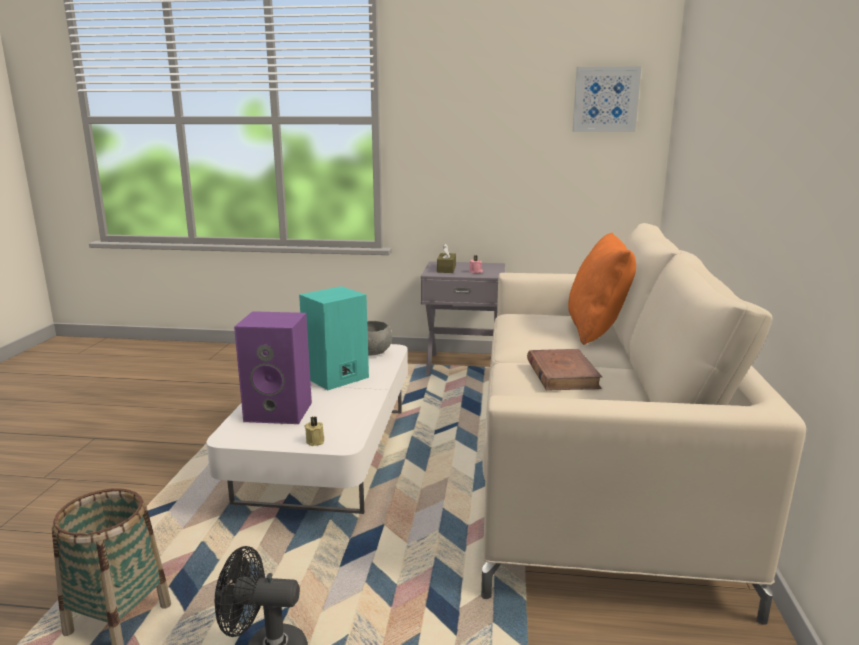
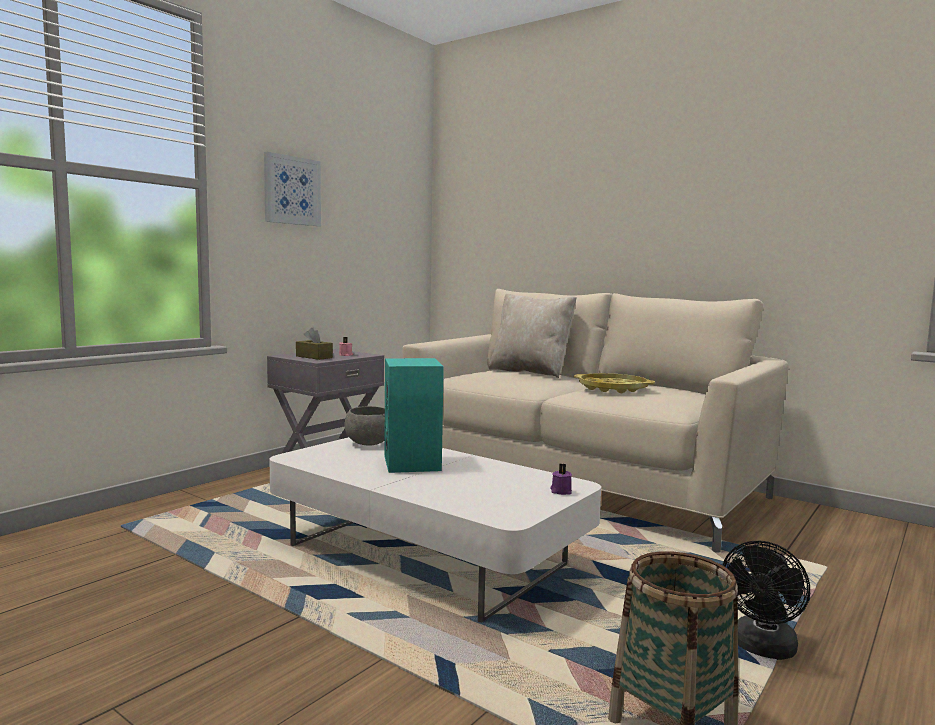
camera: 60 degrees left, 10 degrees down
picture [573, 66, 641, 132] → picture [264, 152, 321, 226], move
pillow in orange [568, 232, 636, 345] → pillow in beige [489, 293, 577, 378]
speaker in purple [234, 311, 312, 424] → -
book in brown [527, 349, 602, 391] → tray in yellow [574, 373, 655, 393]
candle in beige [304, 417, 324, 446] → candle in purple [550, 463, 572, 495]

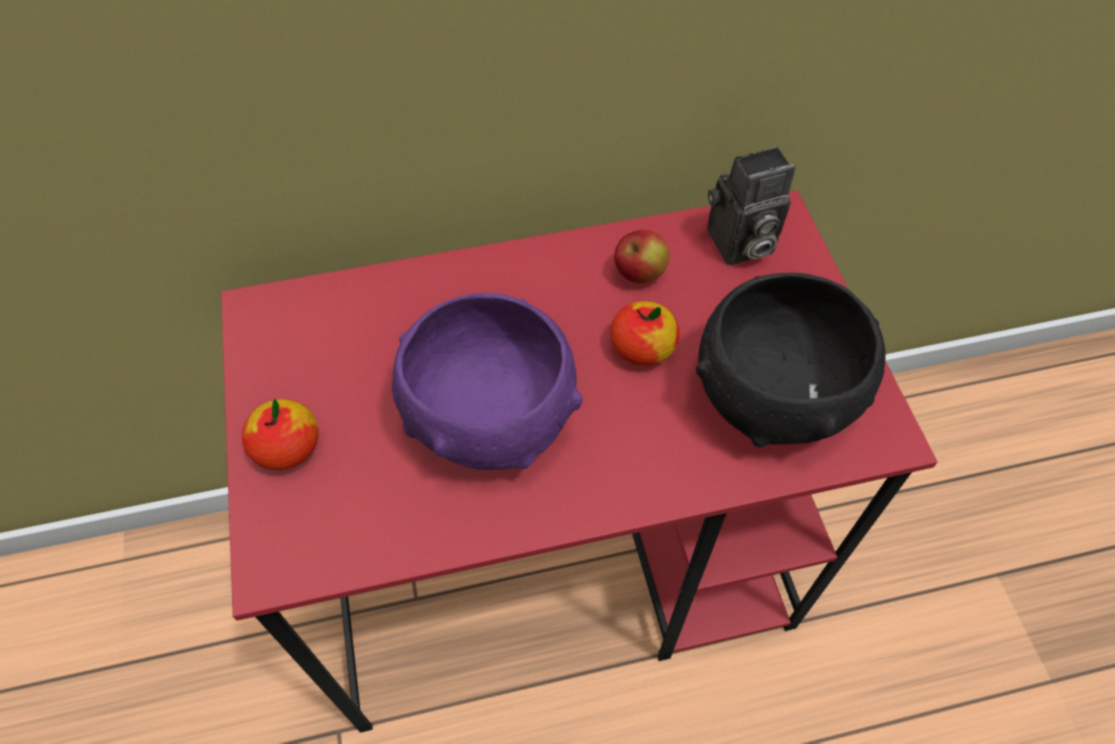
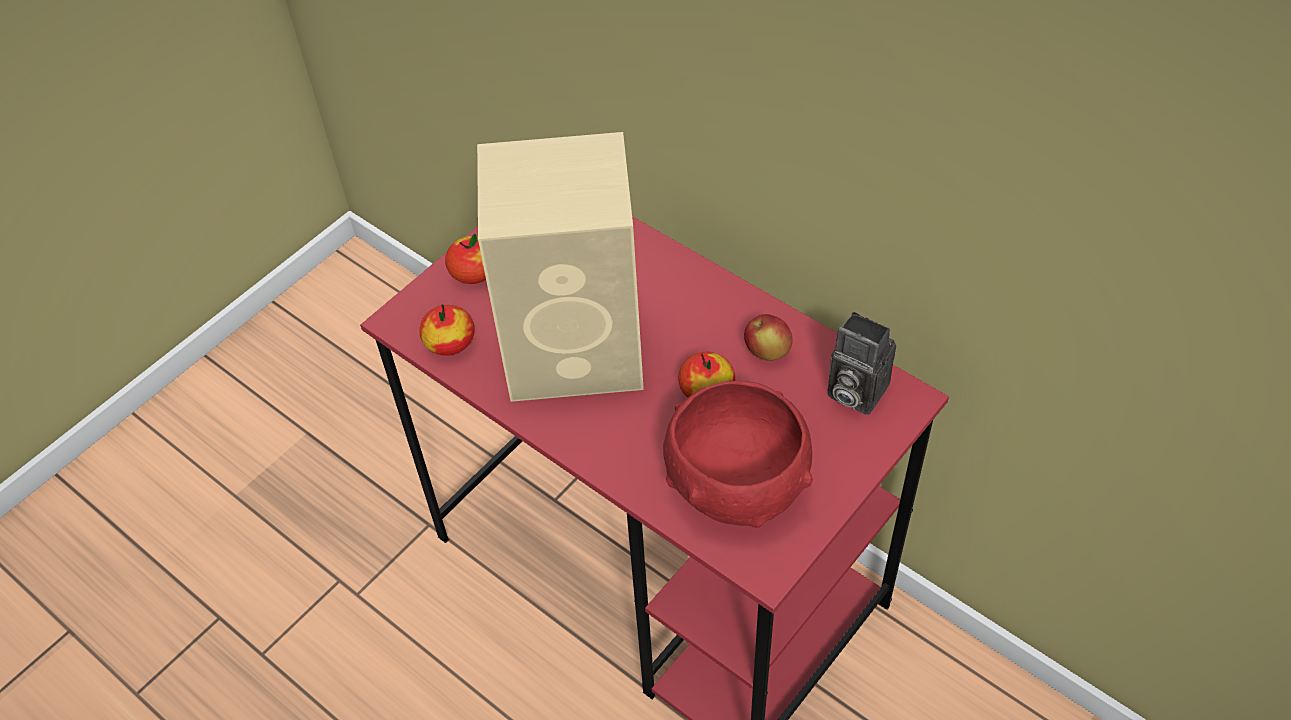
camera: 55 degrees right, 5 degrees down
bowl in black [696, 273, 886, 448] → bowl in red [663, 381, 813, 528]
bowl in purple [391, 293, 583, 470] → speaker in beige [477, 132, 644, 402]
- → apple [419, 304, 475, 356]

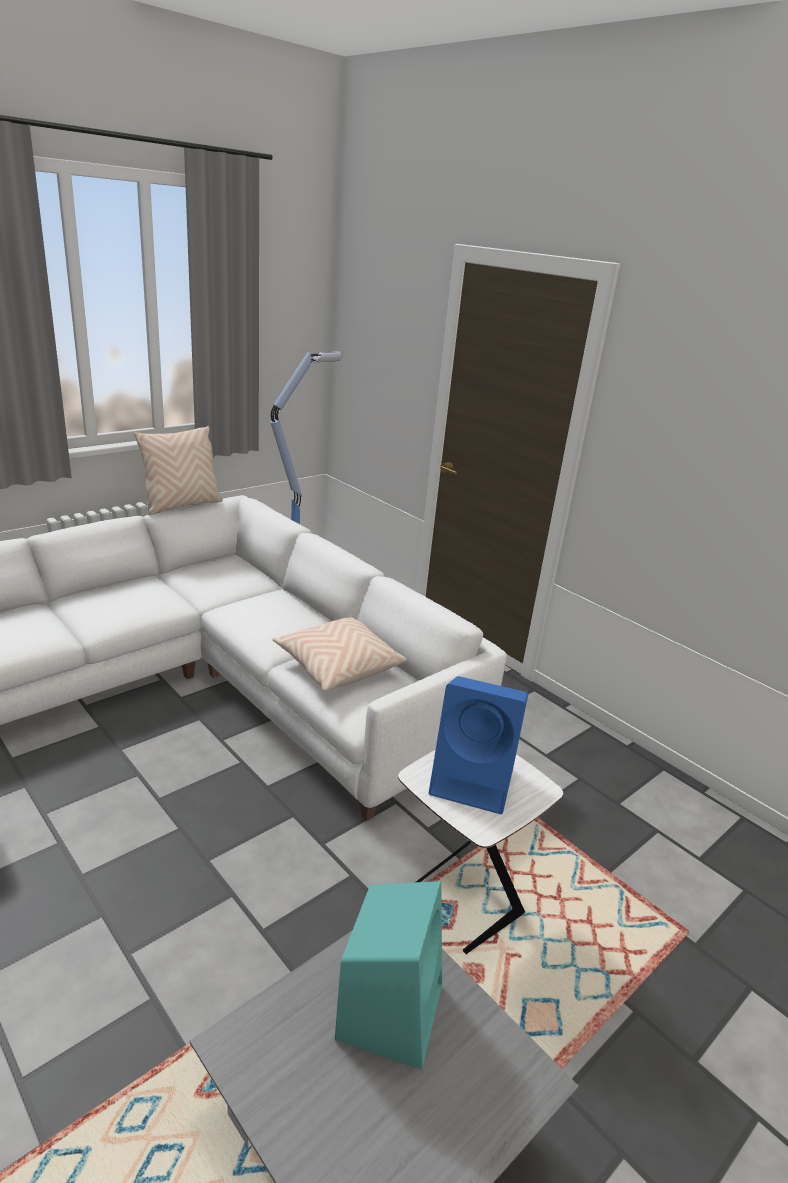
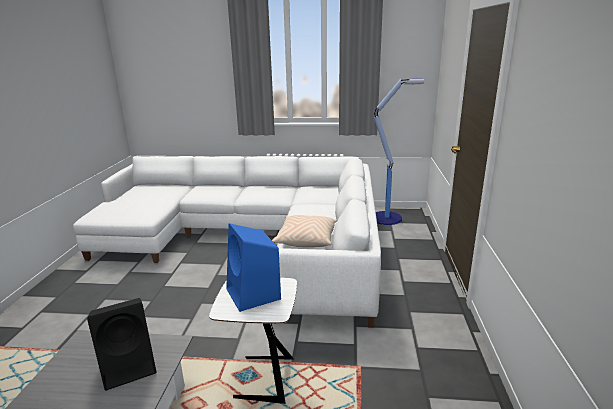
camera: 50 degrees right, 5 degrees down
pillow in beige [134, 426, 223, 515] → -
speaker in turquoise [335, 881, 442, 1069] → speaker in black [87, 298, 157, 391]

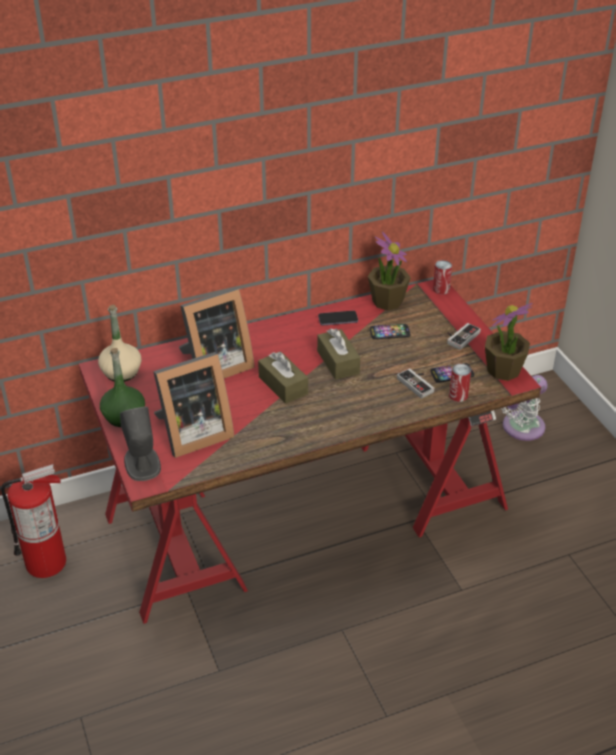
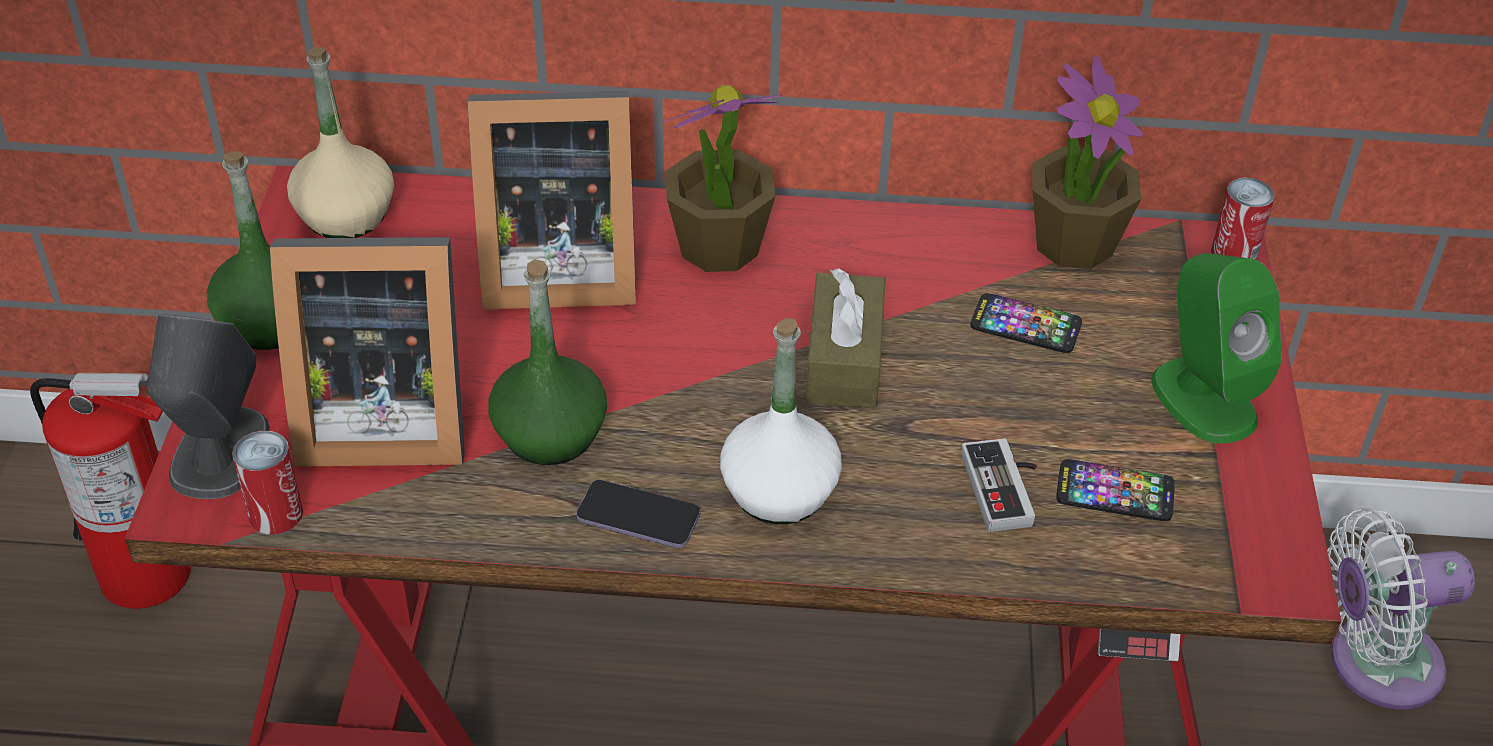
camera: 25 degrees right, 5 degrees up
potted plant [485, 303, 533, 381] → potted plant [662, 85, 782, 272], move
phone [318, 311, 358, 325] → phone [576, 480, 701, 548], move
game controller [447, 323, 481, 350] → speaker in green [1151, 253, 1282, 444]
tissue box in brown [258, 351, 308, 404] → -
can [449, 364, 471, 402] → can [232, 431, 303, 535], move
- → bottle in green [488, 259, 607, 465]
- → bottle in white [720, 318, 842, 524]

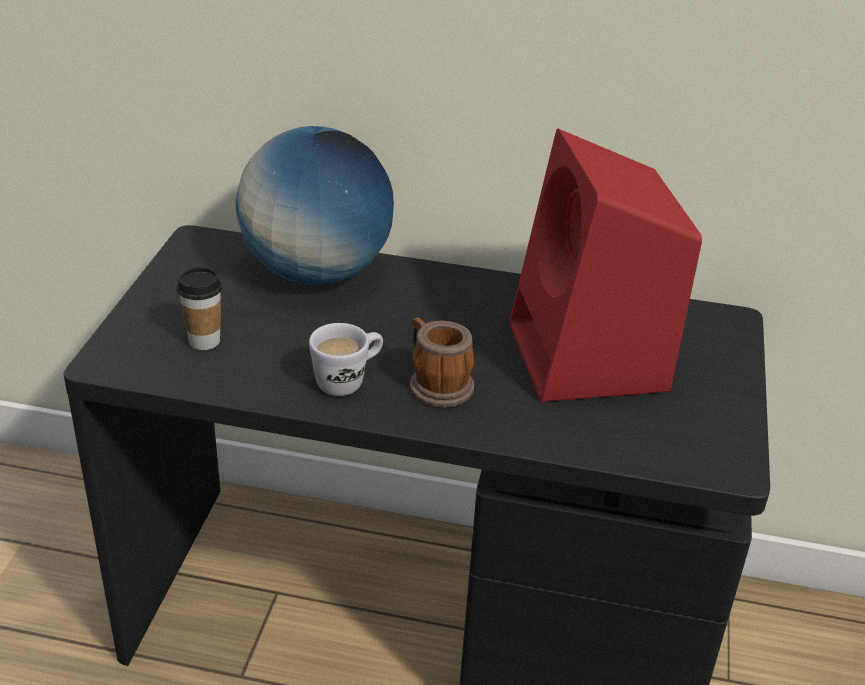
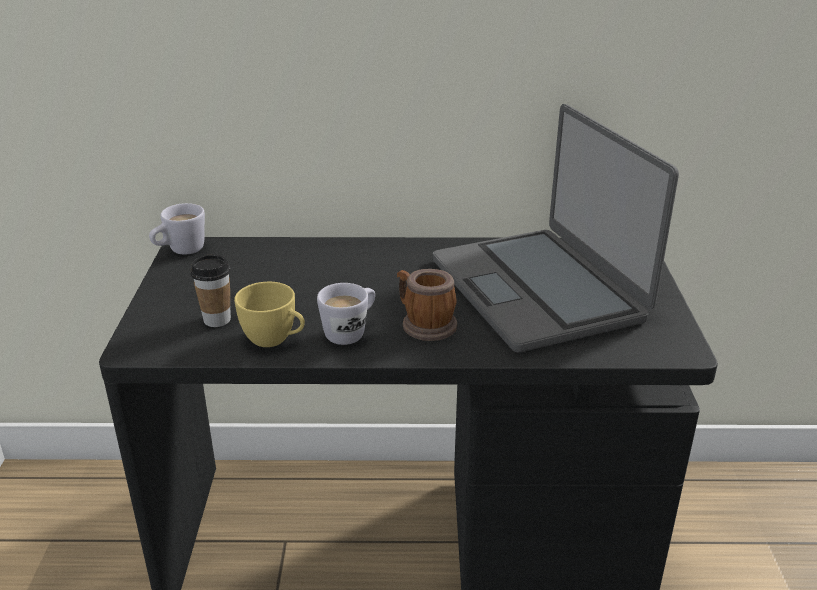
camera: 10 degrees left, 5 degrees down
globe [236, 126, 394, 285] → -
speaker in red [509, 129, 702, 402] → laptop [433, 104, 679, 353]
- → mug in white [149, 203, 205, 255]
- → cup in yellow [234, 282, 305, 347]

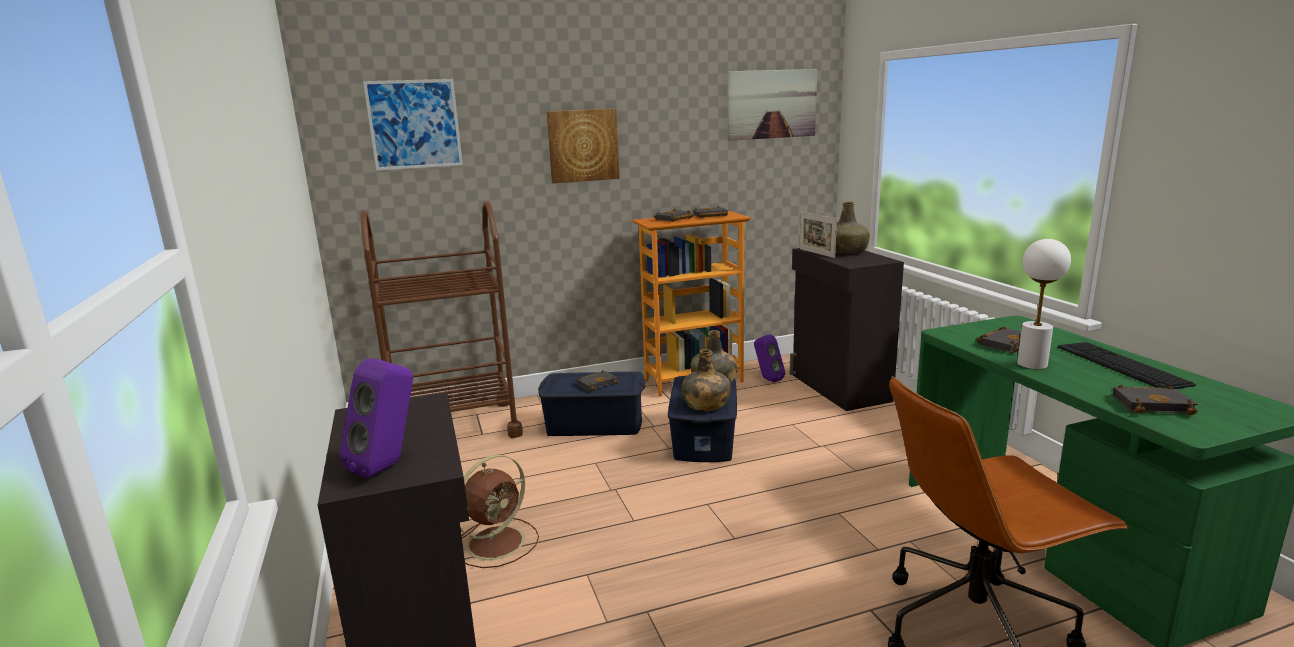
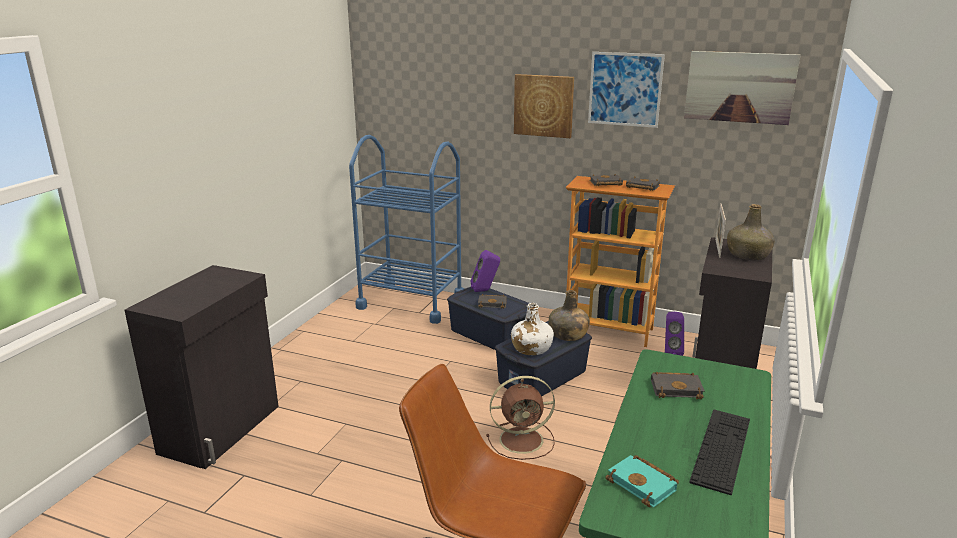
camera: 40 degrees right, 5 degrees up
picture [363, 79, 463, 171] → picture [588, 52, 665, 128], move
cart in brown [360, 201, 523, 438] → cart in blue [349, 135, 464, 324]
table lamp in white [1017, 239, 1071, 369] → -
bottle in green [681, 349, 731, 411] → bottle in white [511, 303, 554, 355]
speaker in purple [340, 359, 413, 479] → speaker in purple [470, 250, 500, 292], move
book in black [1113, 384, 1198, 415] → book in turquoise [605, 455, 679, 507]
fan in brown [460, 455, 539, 568] → fan in brown [486, 376, 555, 460], move

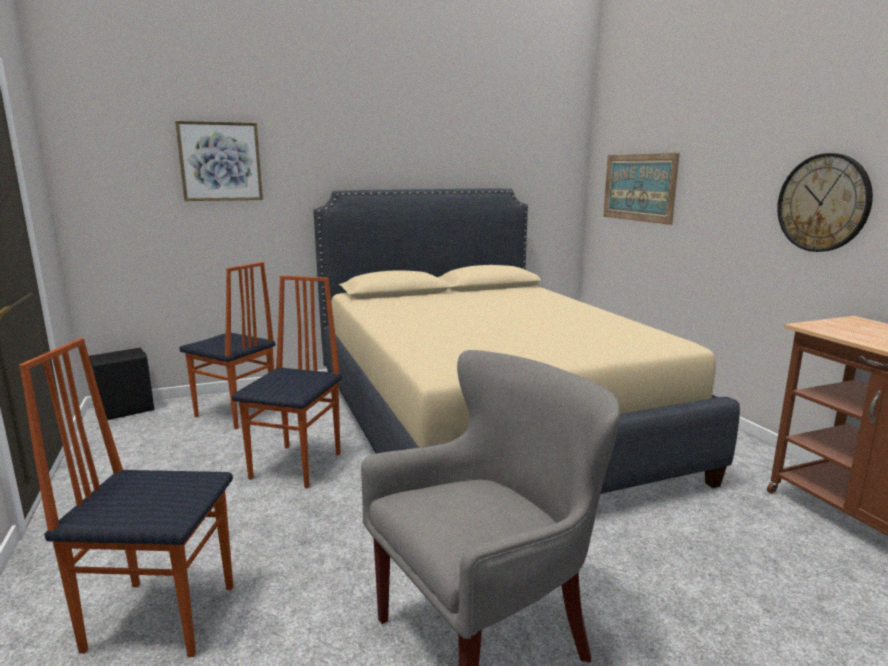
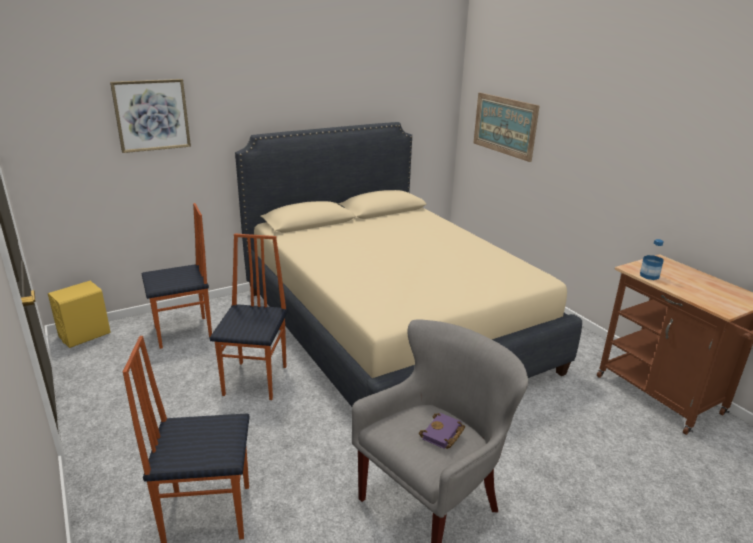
camera: 10 degrees left, 10 degrees up
wall clock [777, 153, 873, 252] → -
chair [179, 262, 275, 429] → chair [142, 203, 212, 349], 45 degrees counterclockwise
speaker in black [89, 348, 154, 420] → speaker in yellow [48, 281, 111, 348]
- → bottle [640, 239, 664, 280]
- → book in purple [419, 413, 465, 449]

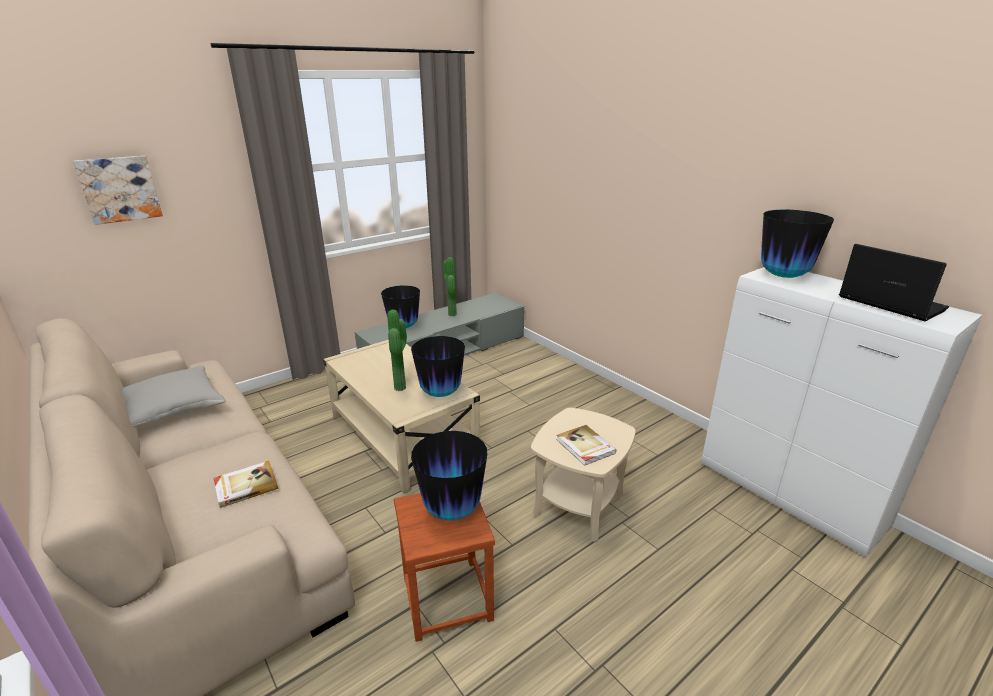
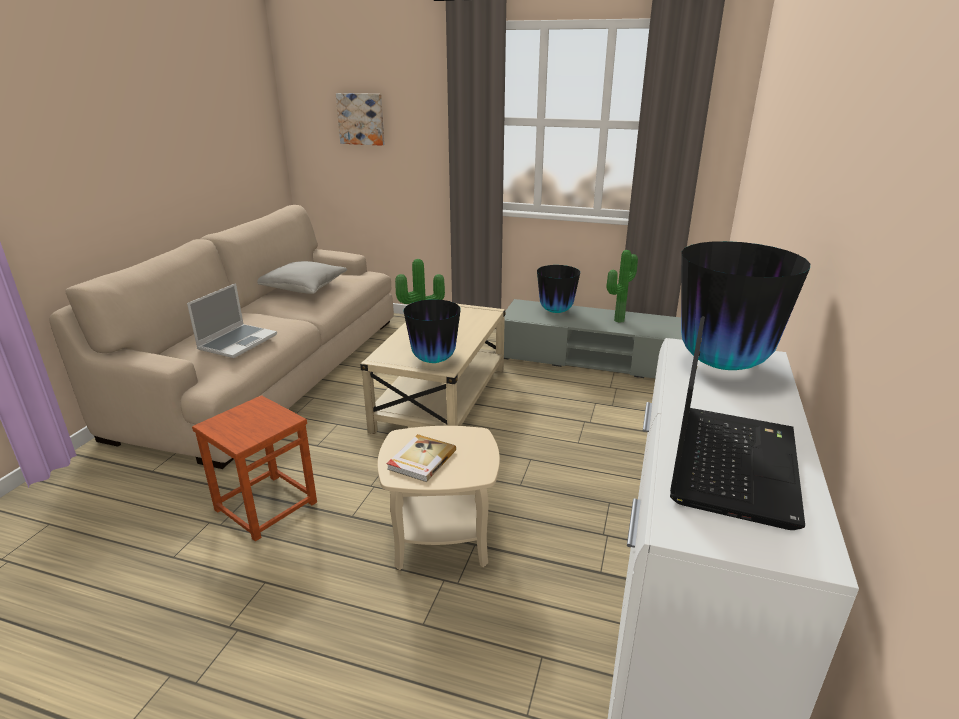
camera: 55 degrees right, 0 degrees up
vase [411, 431, 487, 521] → -
book [214, 461, 278, 508] → laptop [187, 283, 277, 358]

